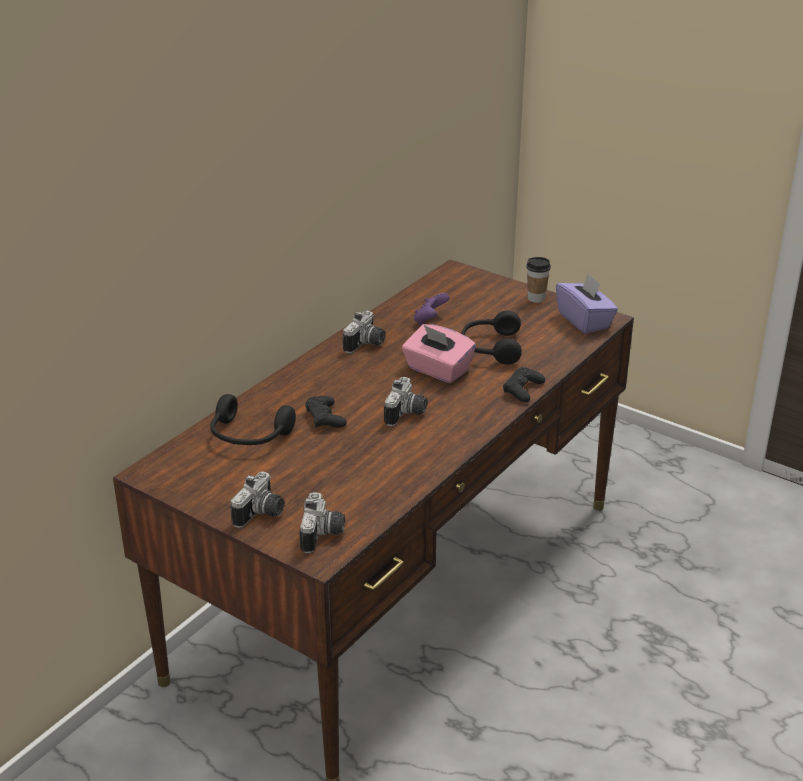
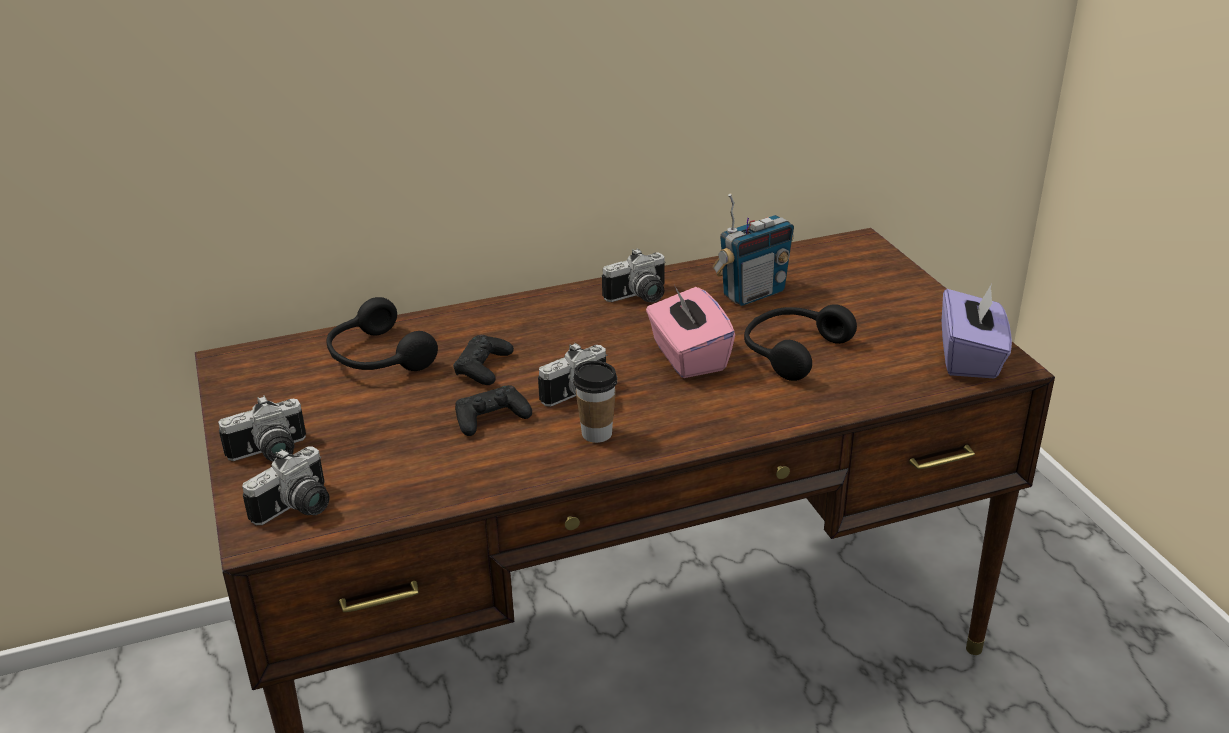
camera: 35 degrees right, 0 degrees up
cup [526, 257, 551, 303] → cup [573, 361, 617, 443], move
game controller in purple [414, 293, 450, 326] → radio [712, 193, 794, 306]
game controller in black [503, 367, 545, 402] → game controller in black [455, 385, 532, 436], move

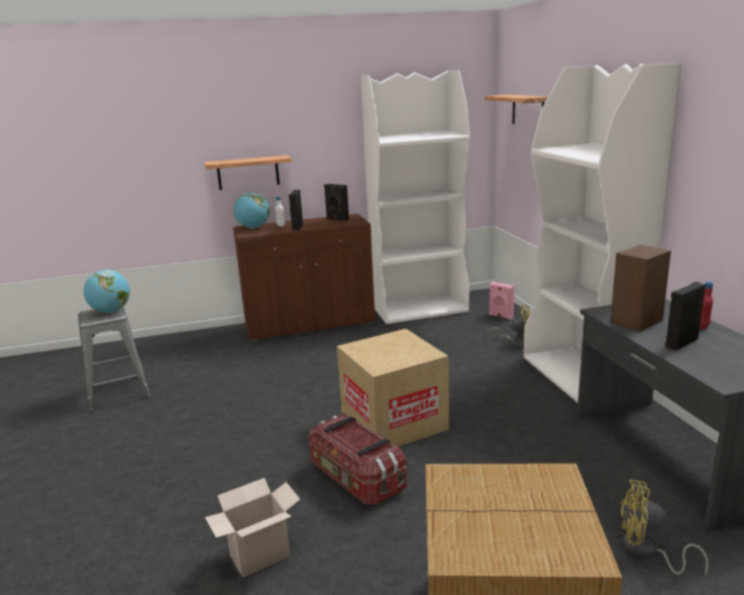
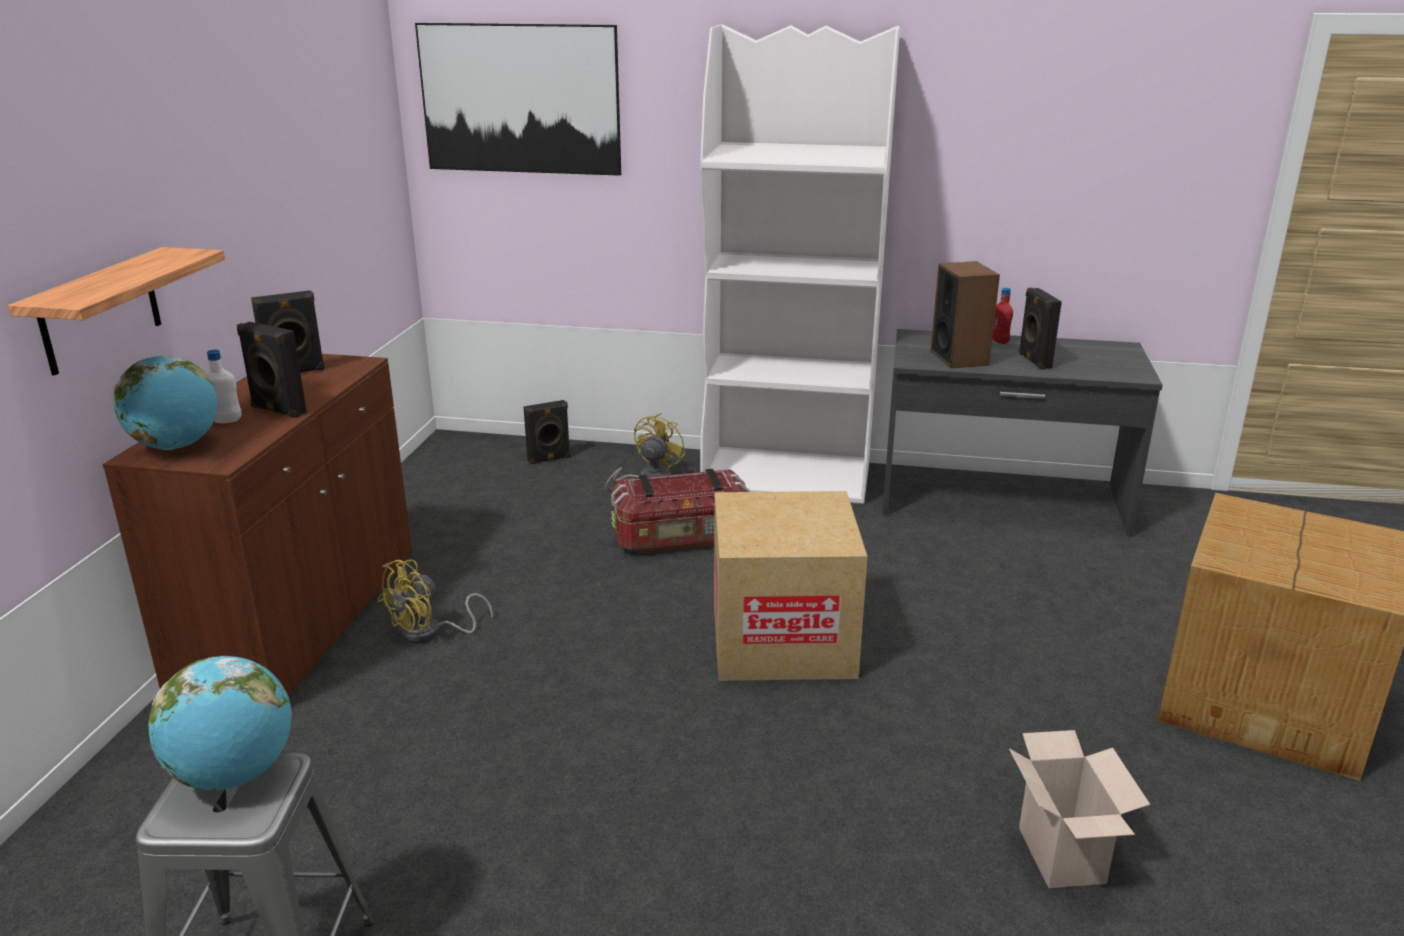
camera: 65 degrees left, 5 degrees up
bookcase in white [361, 70, 470, 324] → -
shelf [485, 94, 548, 124] → picture [415, 23, 621, 176]
speaker in pink [489, 282, 514, 320] → speaker in black [523, 400, 570, 464]
storage box [308, 413, 407, 505] → storage box [611, 469, 750, 554], move
fan in yellow [620, 480, 709, 575] → fan in yellow [377, 559, 493, 643], move

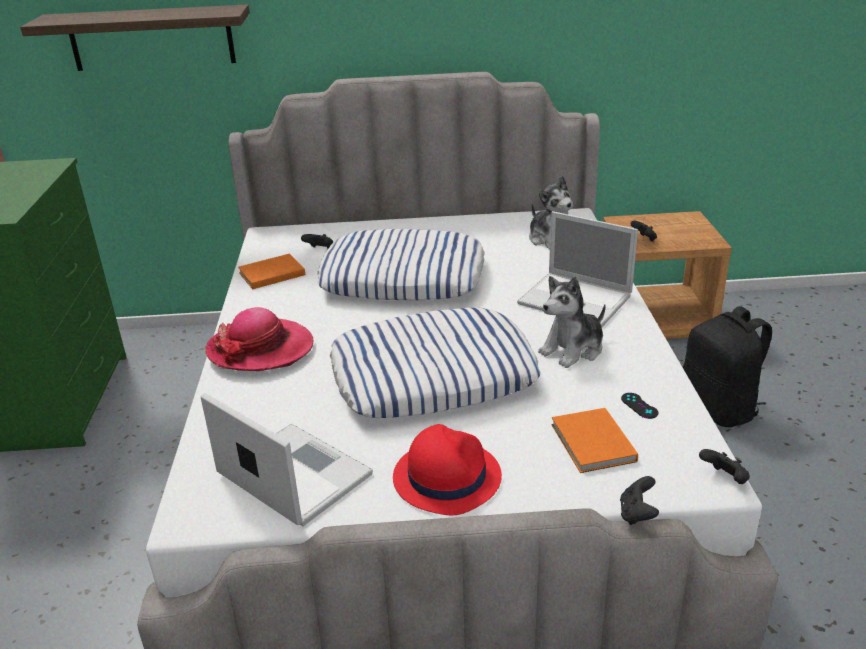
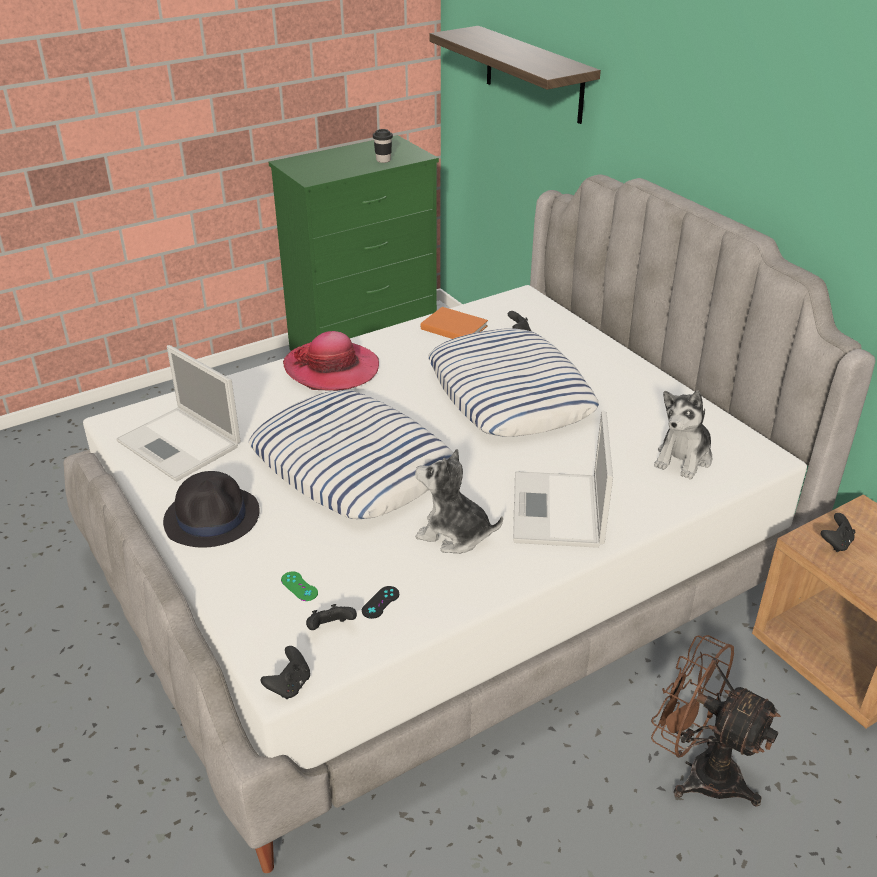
camera: 60 degrees right, 5 degrees up
backpack in black [683, 306, 772, 427] → fan in brown [651, 635, 781, 807]
laptop [201, 393, 373, 526] → laptop [116, 345, 241, 482], 120 degrees clockwise
book in orange [551, 408, 638, 473] → game controller in green [281, 571, 318, 601]
hat in red [393, 424, 502, 516] → hat in black [163, 471, 259, 548]
game controller in black [620, 476, 659, 525] → game controller in black [306, 604, 357, 630], move
- → cup in black [373, 129, 393, 163]

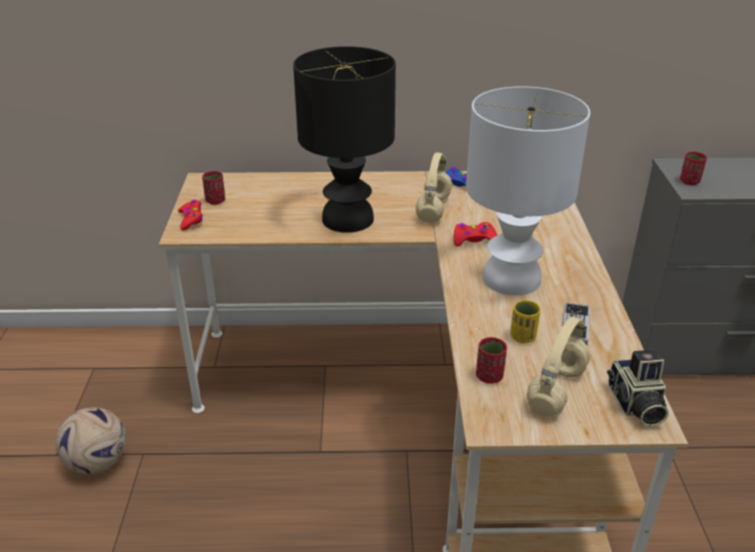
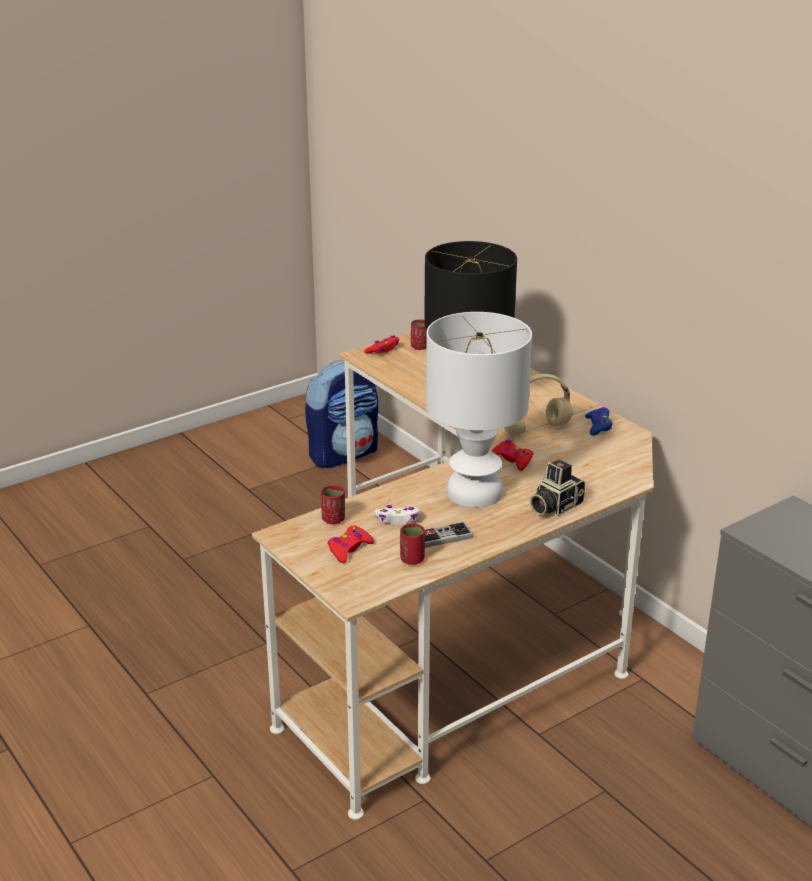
camera: 55 degrees right, 5 degrees down
cup in red [680, 151, 707, 185] → cup in red [400, 523, 425, 565], move
cup in yellow [510, 300, 541, 344] → game controller in white [374, 505, 421, 524]
headphones in beige [526, 317, 590, 416] → game controller in red [327, 525, 374, 563]
photo camera [607, 350, 669, 427] → photo camera [530, 460, 585, 516], move
football [56, 407, 126, 474] → -
- → backpack [305, 360, 378, 468]

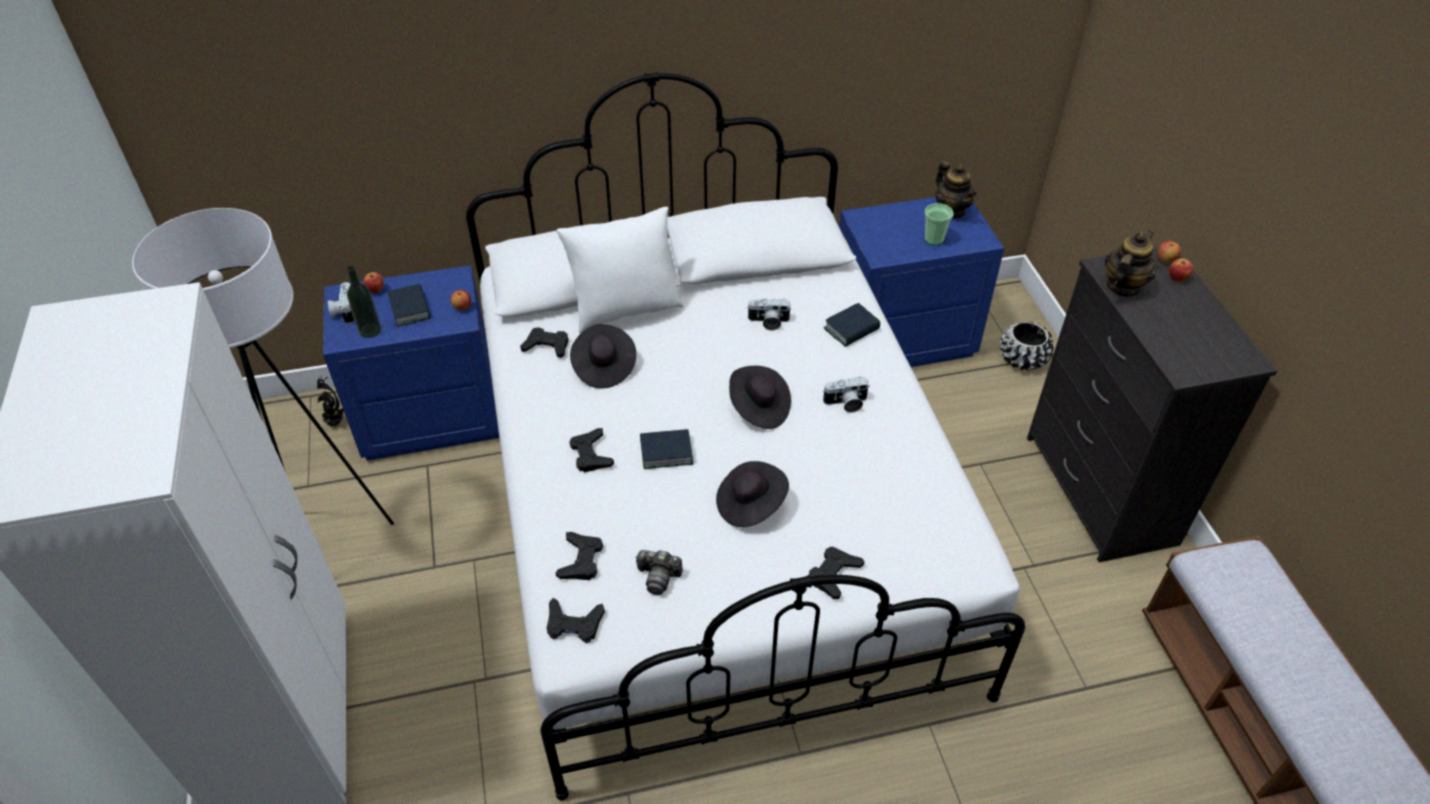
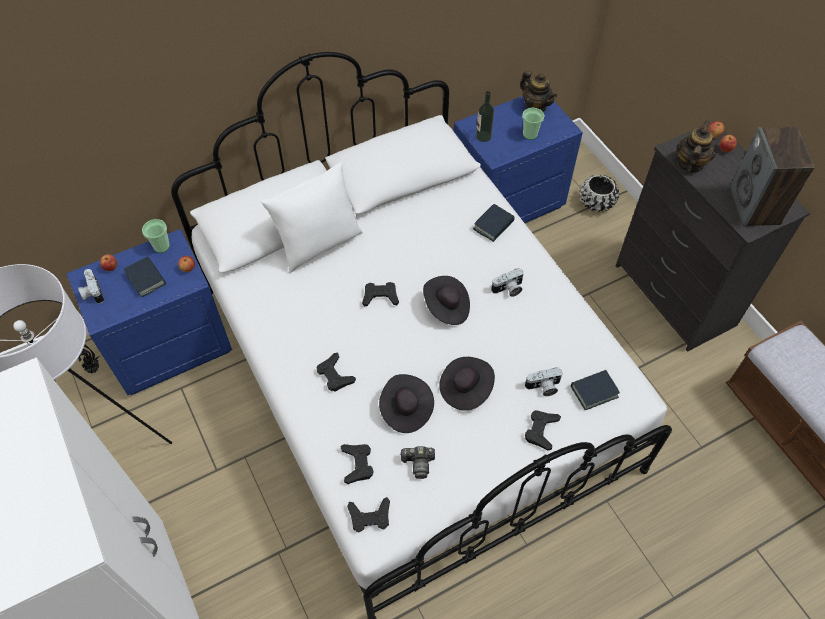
camera: 15 degrees left, 10 degrees up
bottle [347, 266, 381, 338] → bottle [476, 91, 494, 142], move
photo camera [748, 298, 792, 331] → photo camera [525, 367, 562, 396], move
hat in black [570, 324, 636, 389] → hat in black [379, 374, 434, 433], move
game controller in black [520, 327, 568, 358] → game controller in black [362, 282, 399, 307], move
book [640, 429, 693, 469] → book [571, 370, 620, 410], move
- → speaker [730, 127, 815, 227]
- → cup [142, 219, 170, 253]

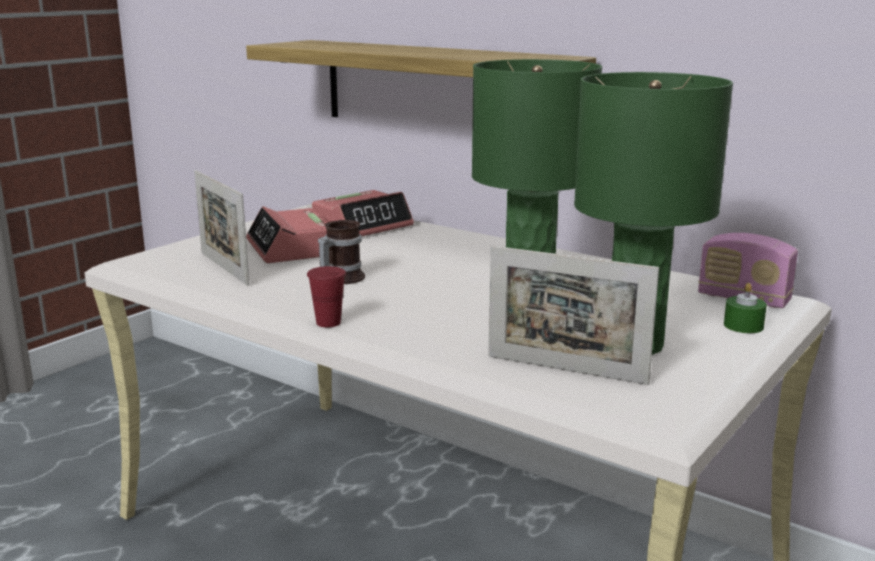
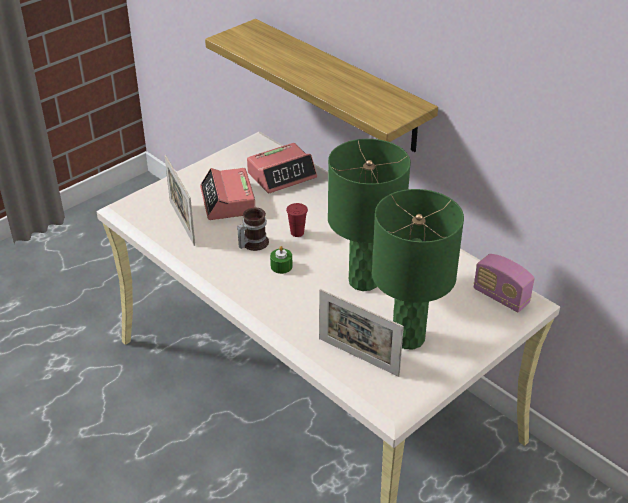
camera: 10 degrees right, 20 degrees up
cup in red [307, 266, 346, 327] → cup in red [286, 203, 308, 237], move
candle in green [724, 283, 767, 333] → candle in green [270, 246, 292, 274], move

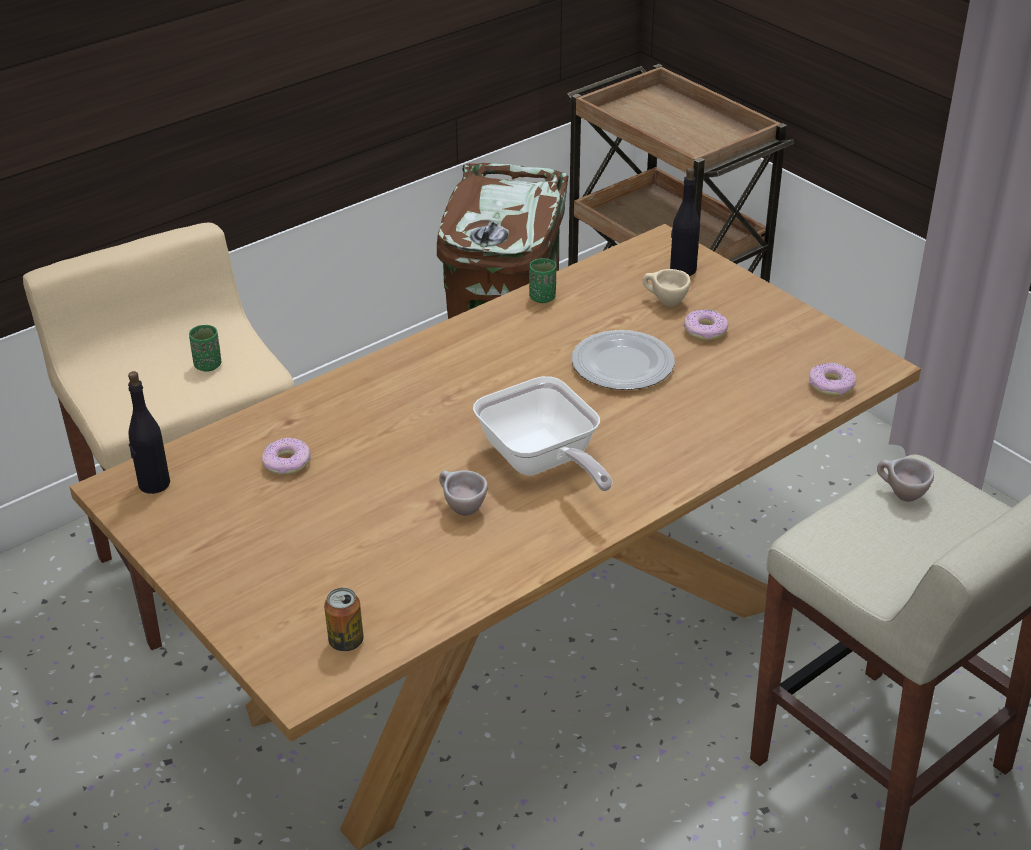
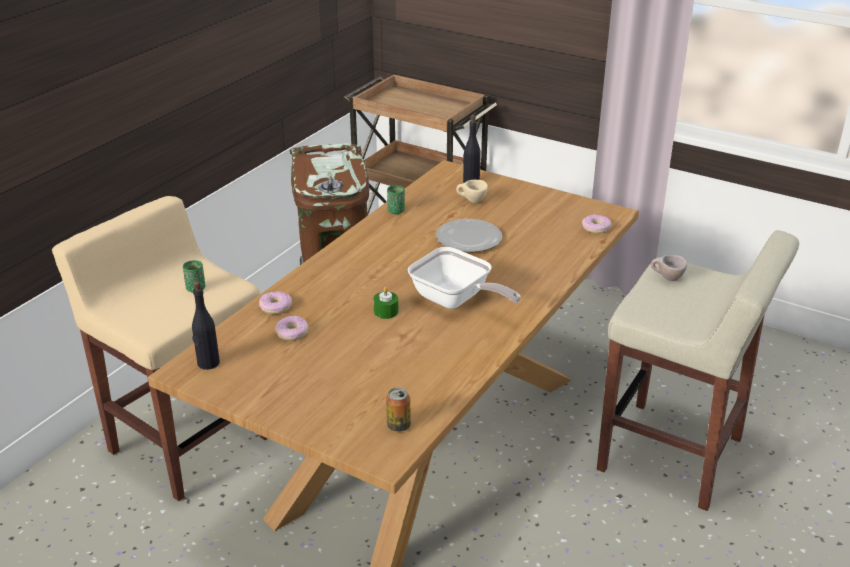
camera: 20 degrees left, 5 degrees down
donut [683, 309, 728, 341] → donut [259, 291, 292, 314], move
cup in beige [439, 470, 488, 516] → -
- → candle in green [373, 287, 398, 319]

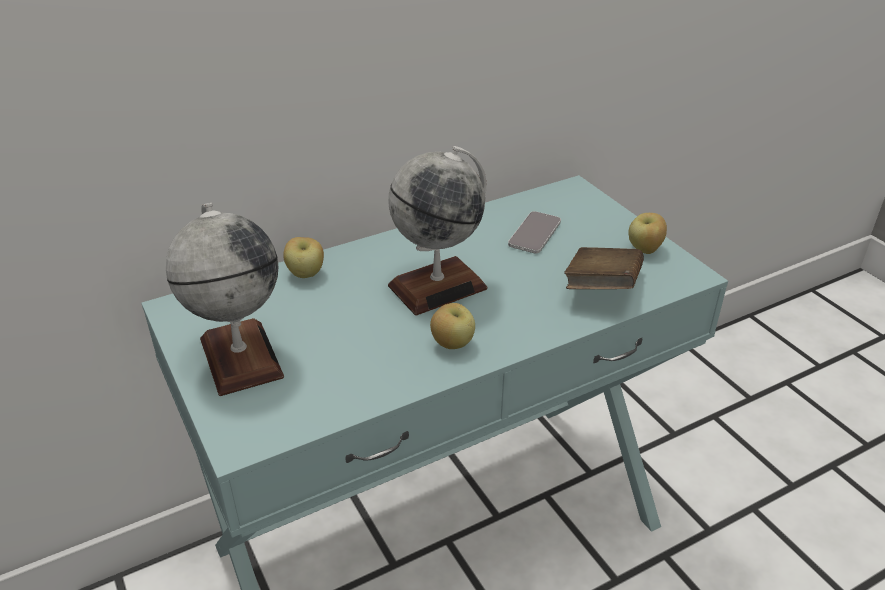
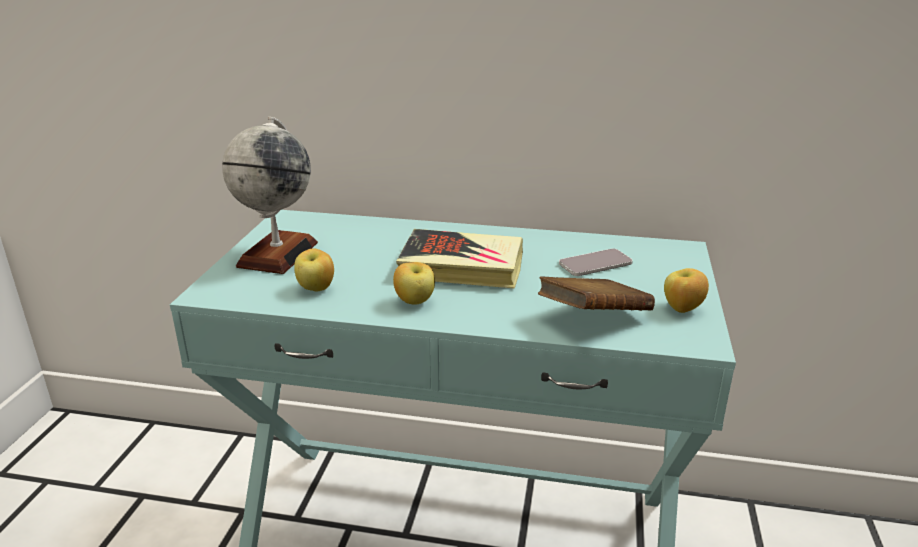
camera: 40 degrees right, 10 degrees down
globe [388, 146, 488, 316] → book [396, 229, 523, 289]
apple [283, 237, 324, 278] → apple [294, 249, 334, 292], move

